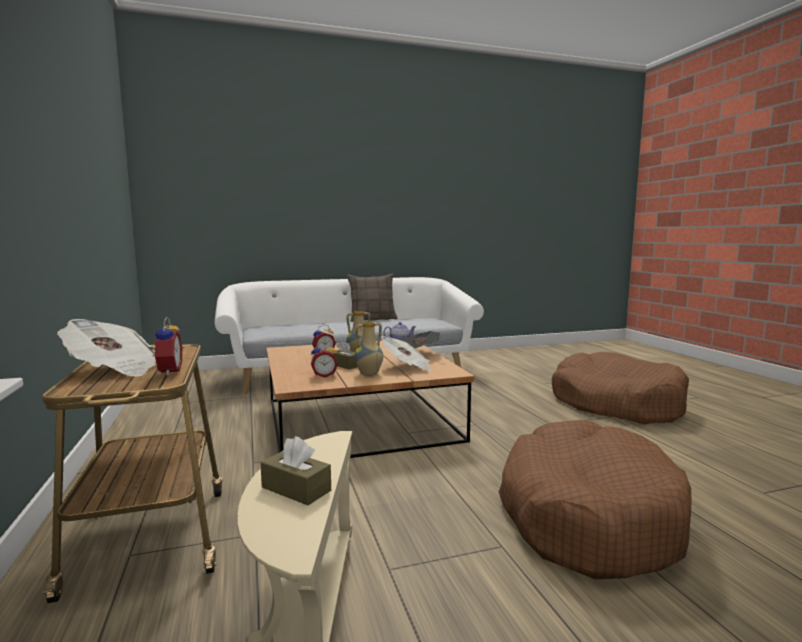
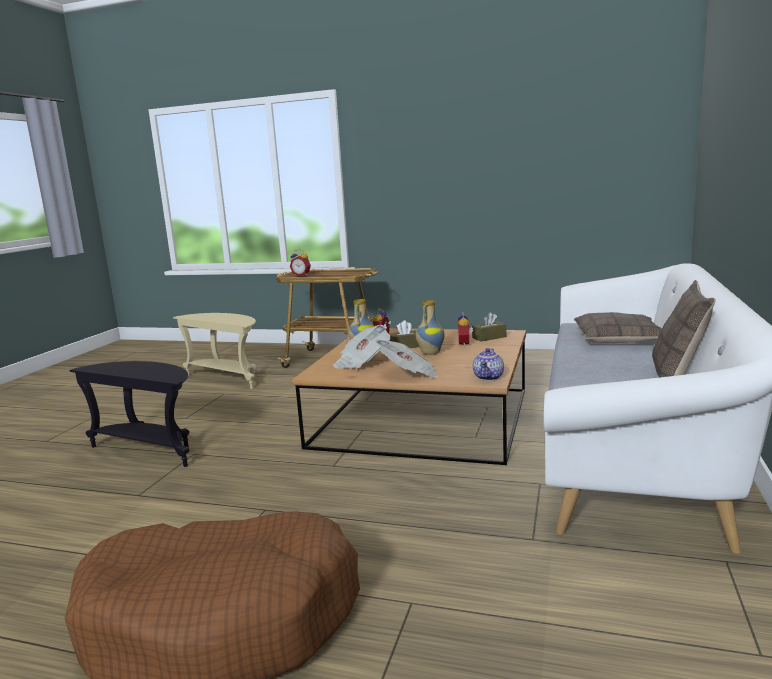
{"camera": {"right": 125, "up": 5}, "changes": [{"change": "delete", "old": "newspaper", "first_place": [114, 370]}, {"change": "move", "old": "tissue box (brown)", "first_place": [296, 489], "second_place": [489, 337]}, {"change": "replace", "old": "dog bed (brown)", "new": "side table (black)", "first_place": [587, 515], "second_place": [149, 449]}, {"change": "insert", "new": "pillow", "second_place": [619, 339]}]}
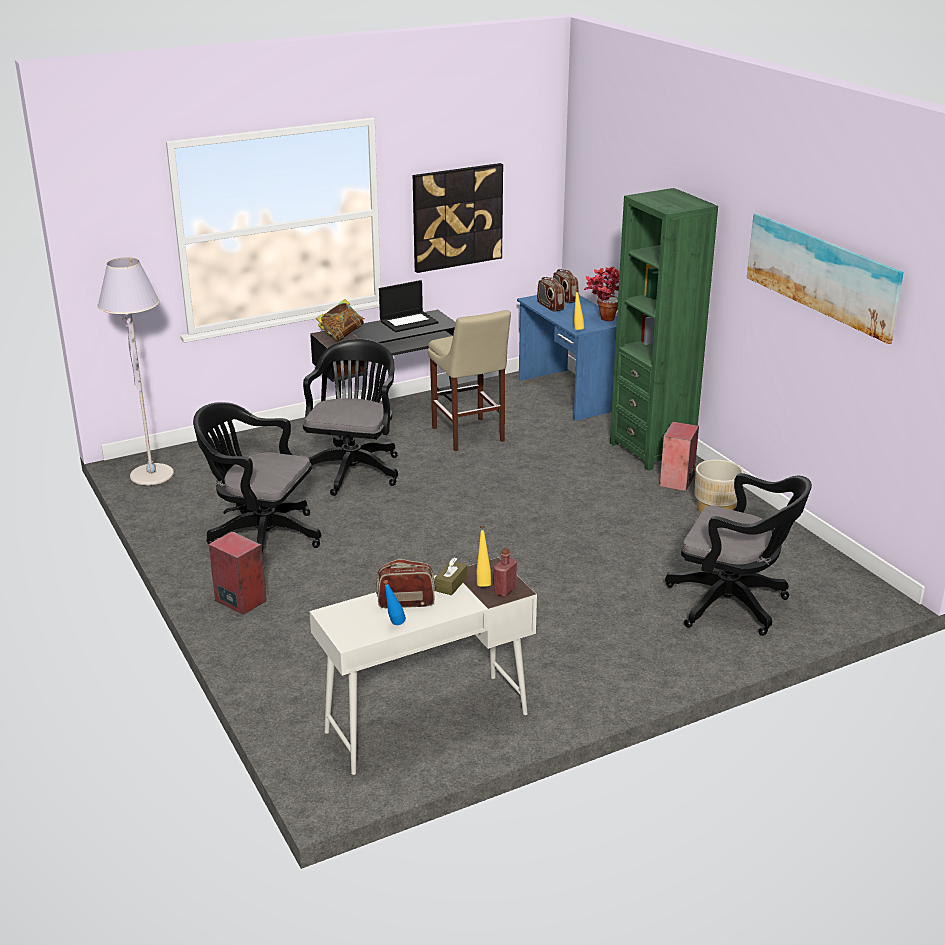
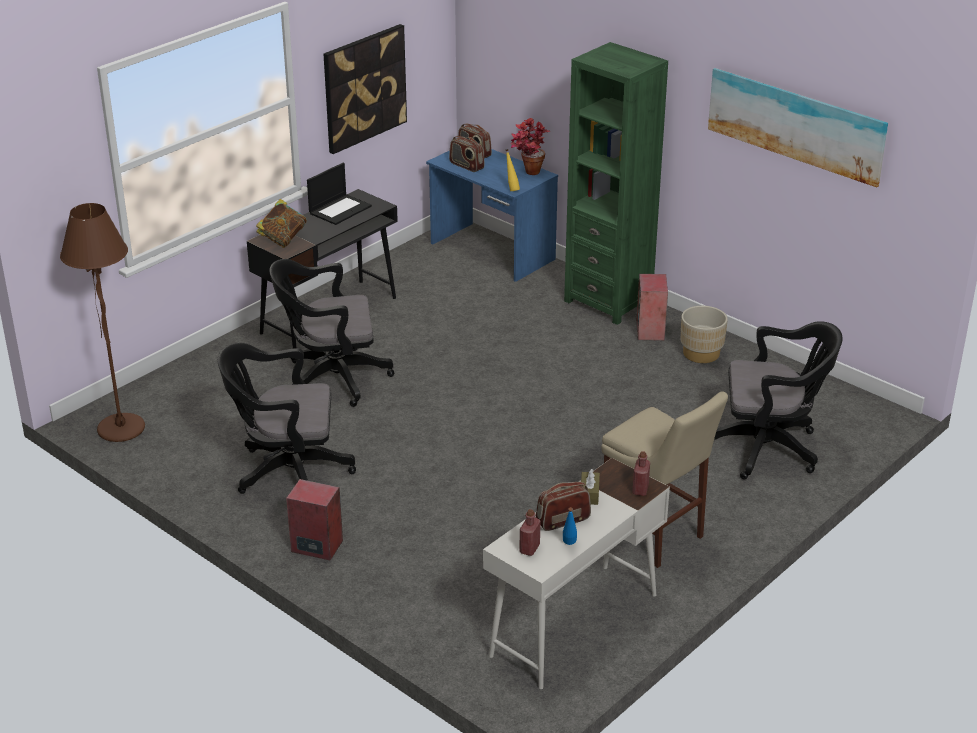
{"camera": {"right": -20, "up": 5}, "changes": [{"change": "recolor", "old": "floor lamp (grey)", "new": "floor lamp (brown)", "first_place": [152, 476], "second_place": [121, 429]}, {"change": "rotate", "old": "office chair (black)", "first_place": [354, 469], "second_place": [331, 378], "degrees": -90}, {"change": "move", "old": "stool (beige)", "first_place": [469, 436], "second_place": [656, 538]}, {"change": "delete", "old": "bottle (yellow)", "first_place": [483, 582]}, {"change": "insert", "new": "bottle (red)", "second_place": [529, 549]}]}
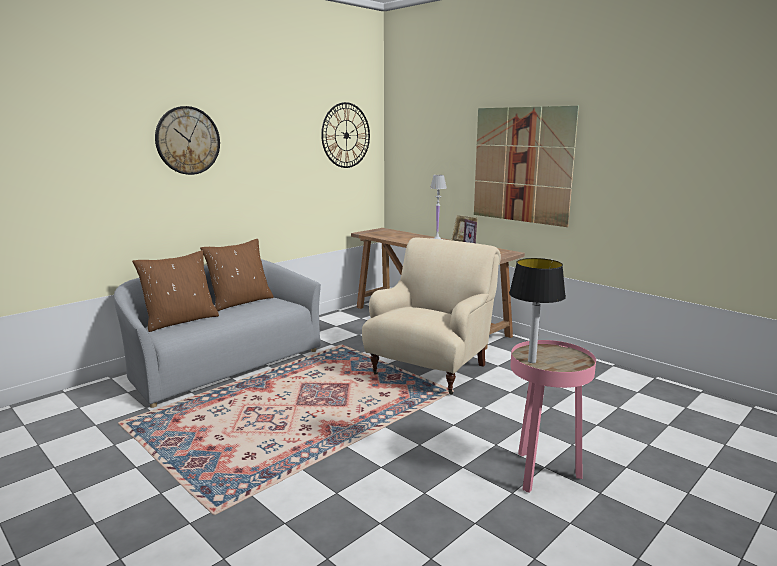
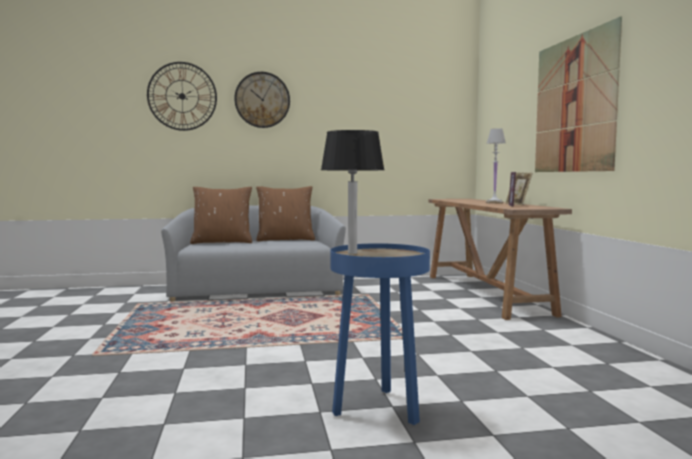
{"camera": {"right": 35, "up": -10}, "changes": [{"change": "move", "old": "wall clock", "first_place": [346, 135], "second_place": [182, 96]}, {"change": "delete", "old": "armchair (beige)", "first_place": [431, 369]}, {"change": "recolor", "old": "side table (pink)", "new": "side table (blue)", "first_place": [542, 474], "second_place": [378, 410]}]}
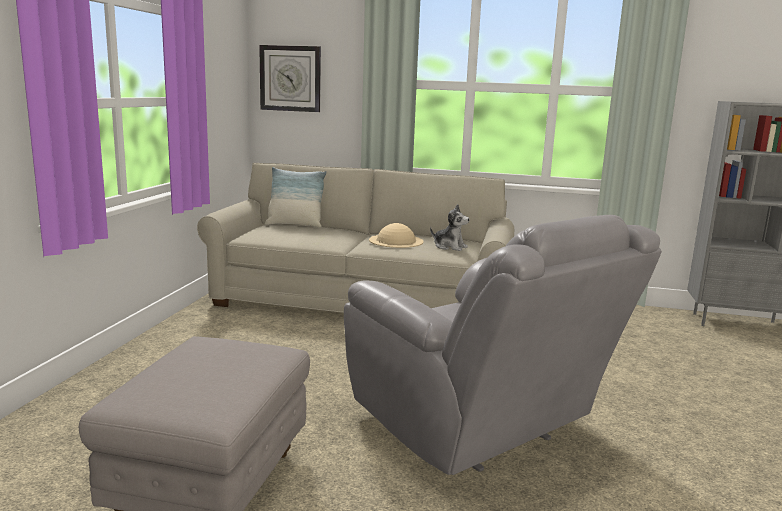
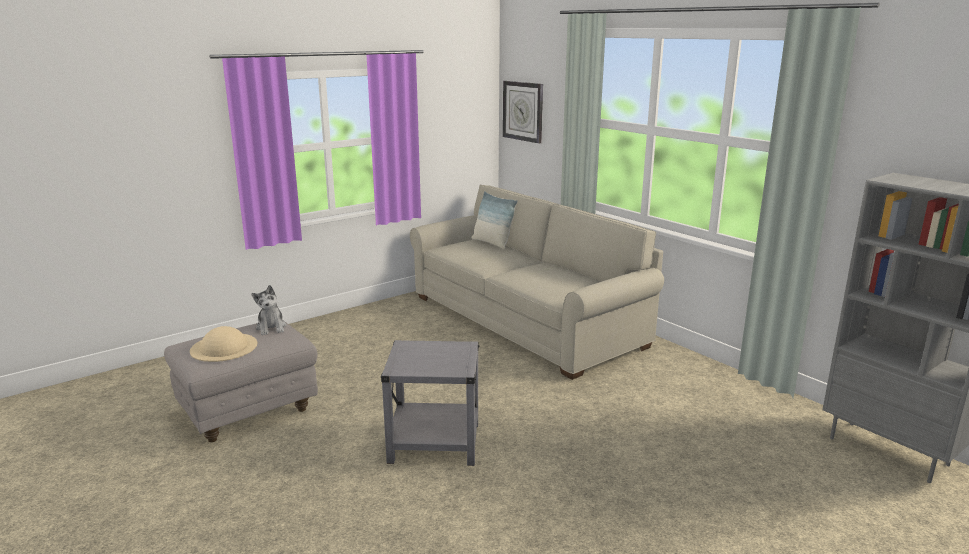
{"camera": {"right": 40, "up": 5}, "changes": [{"change": "replace", "old": "armchair (grey)", "new": "side table (grey)", "first_place": [481, 431], "second_place": [433, 443]}, {"change": "move", "old": "hat (beige)", "first_place": [396, 241], "second_place": [224, 347]}, {"change": "move", "old": "plush toy", "first_place": [449, 247], "second_place": [271, 327]}]}
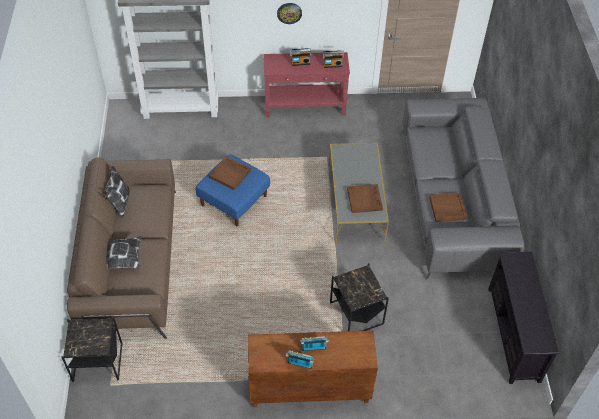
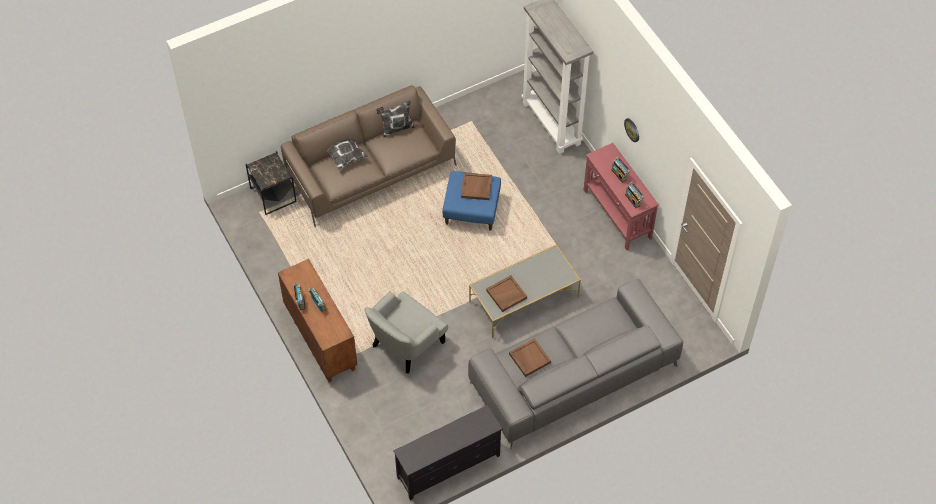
{"camera": {"right": 65, "up": 5}, "changes": [{"change": "replace", "old": "side table (black)", "new": "armchair (grey)", "first_place": [356, 314], "second_place": [406, 344]}]}
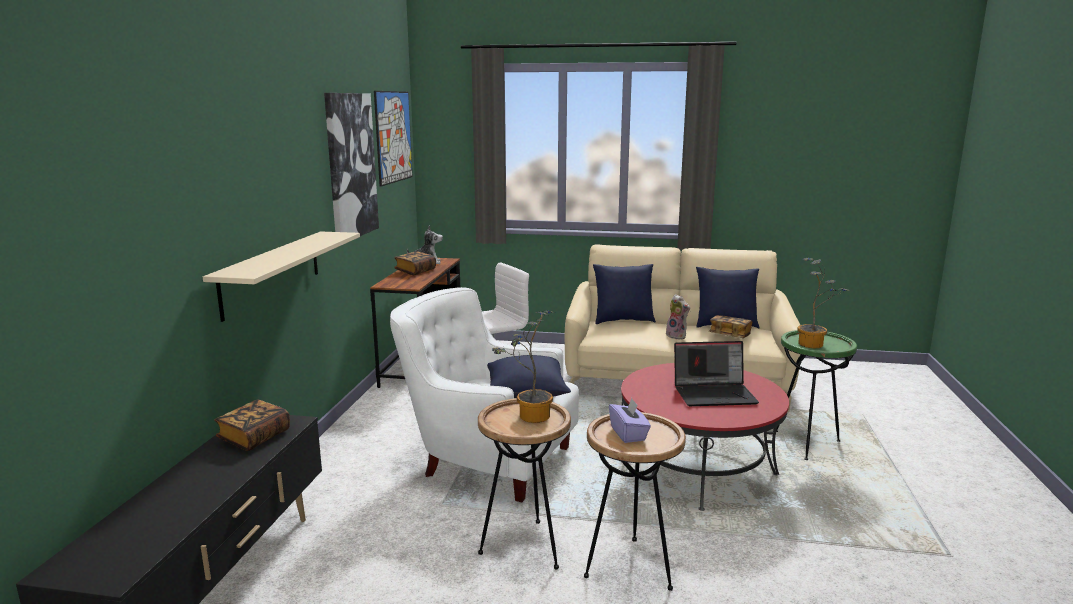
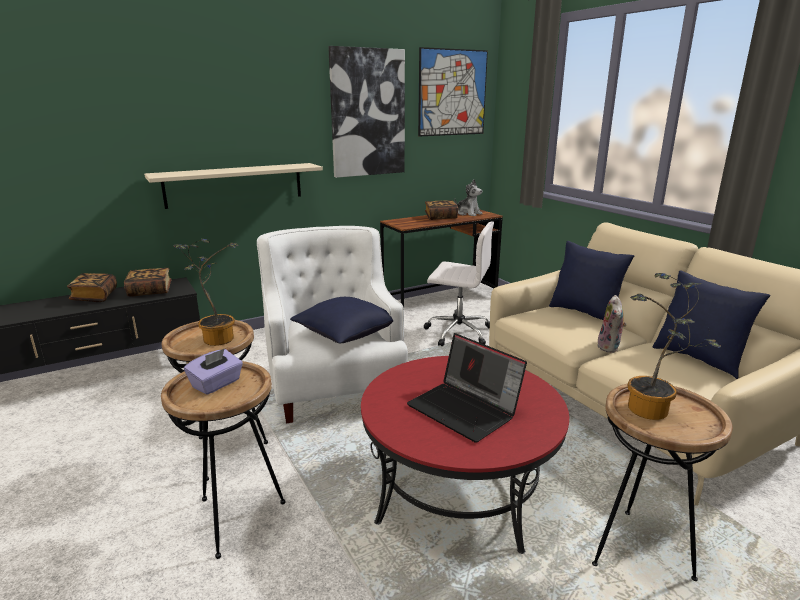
{"camera": {"right": 50, "up": 5}, "changes": [{"change": "move", "old": "book", "first_place": [729, 335], "second_place": [95, 297]}, {"change": "recolor", "old": "side table (green)", "new": "side table (brown)", "first_place": [806, 444], "second_place": [637, 551]}]}
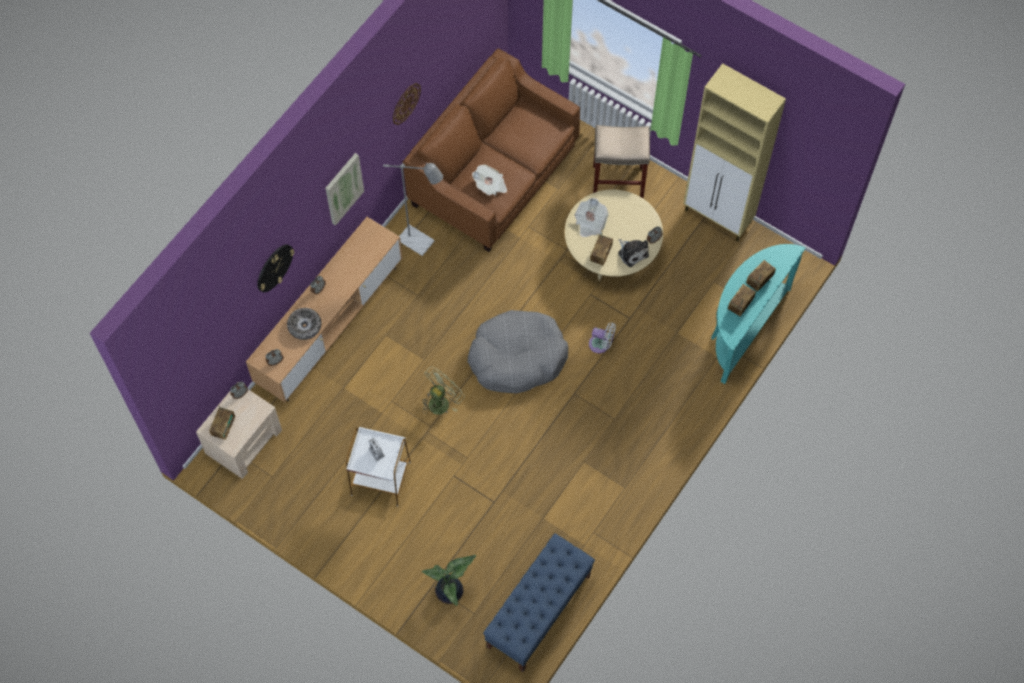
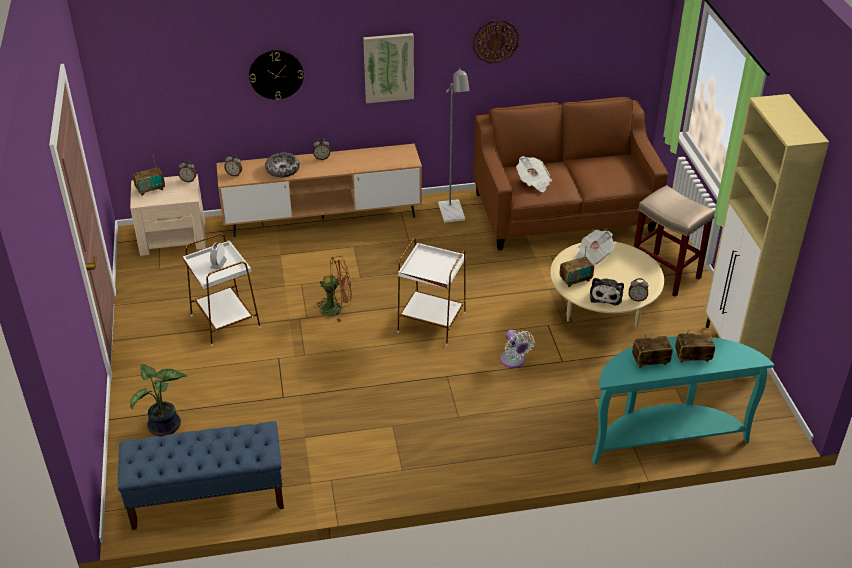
{"camera": {"right": 45, "up": -25}, "changes": [{"change": "recolor", "old": "fan (green)", "new": "fan (brown)", "first_place": [441, 401], "second_place": [336, 308]}, {"change": "replace", "old": "dog bed (grey)", "new": "side table (white)", "first_place": [517, 357], "second_place": [432, 323]}]}
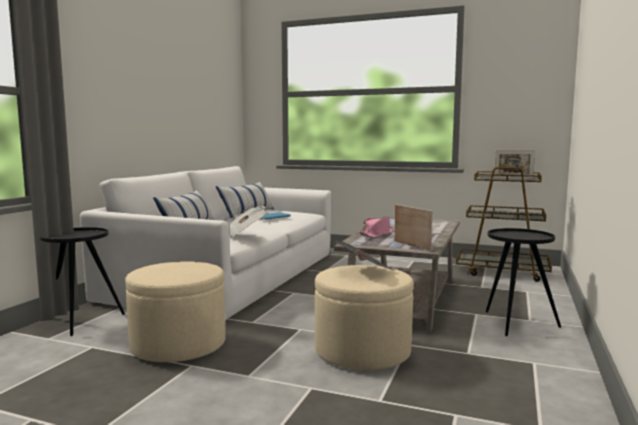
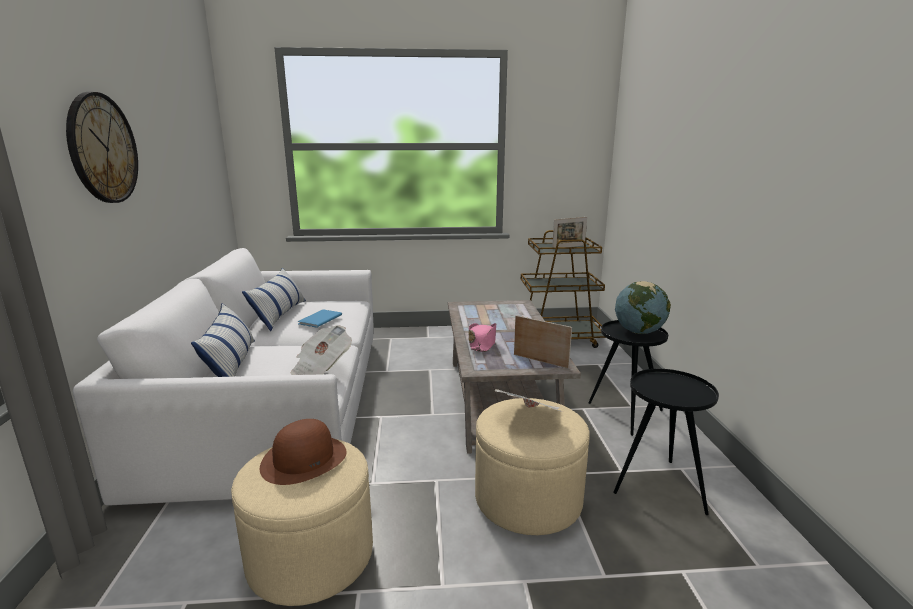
{"camera": {"right": -25, "up": 10}, "changes": [{"change": "move", "old": "side table (black)", "first_place": [81, 321], "second_place": [658, 487]}, {"change": "insert", "new": "wall clock", "second_place": [102, 149]}, {"change": "insert", "new": "hat (brown)", "second_place": [304, 459]}, {"change": "insert", "new": "globe", "second_place": [639, 331]}]}
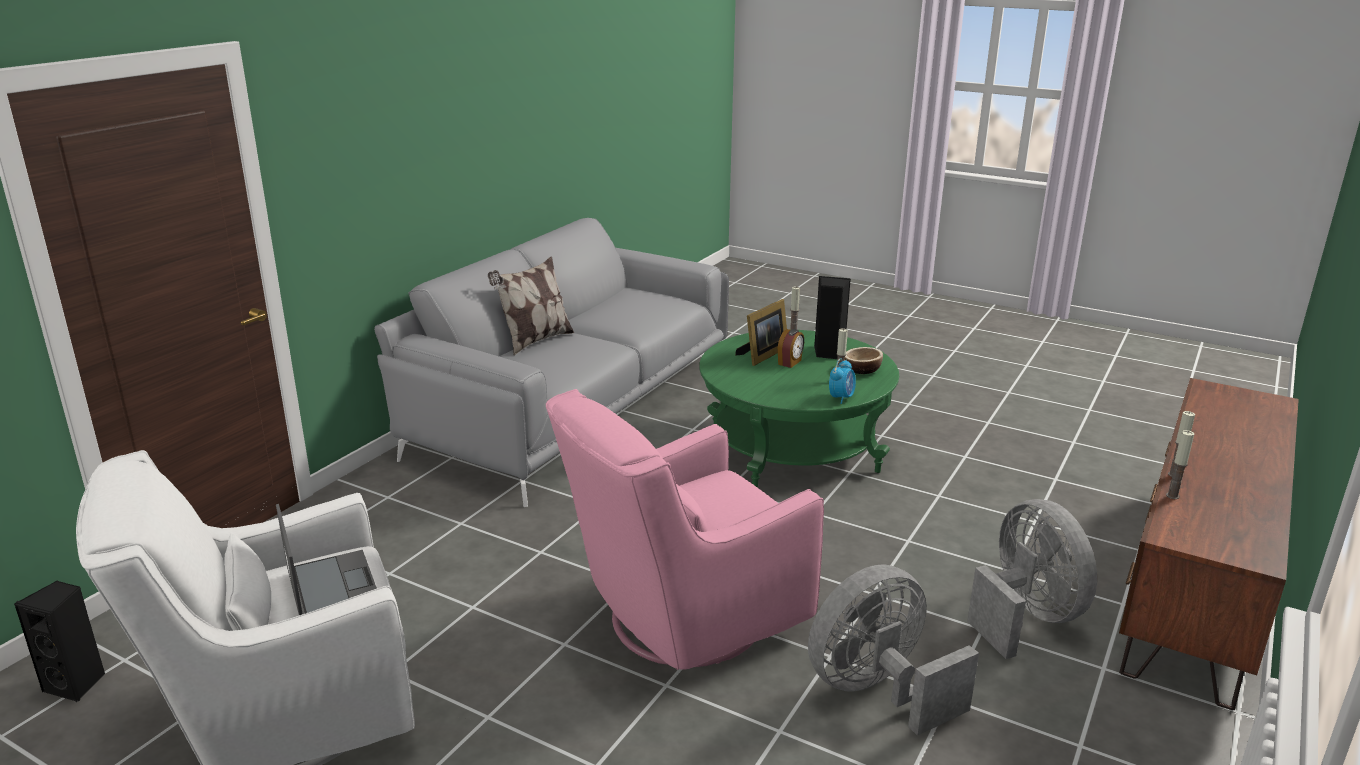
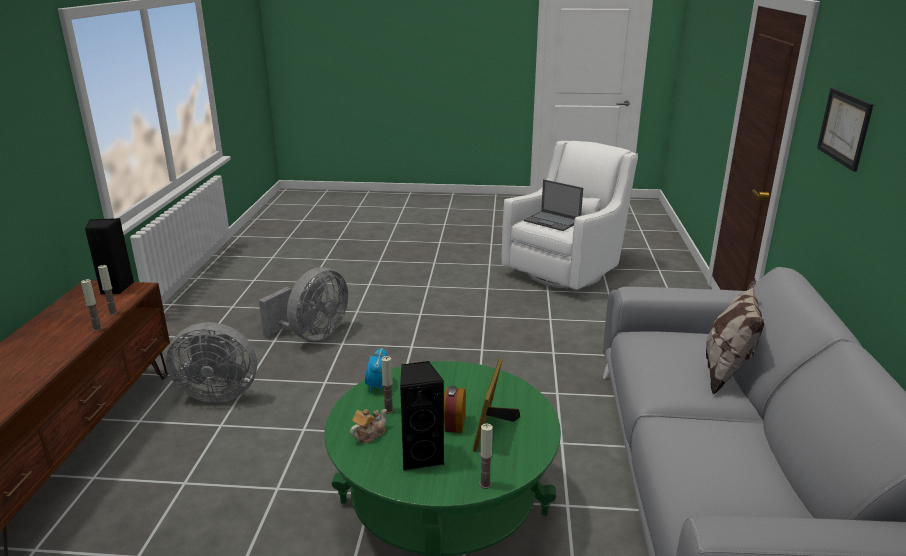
{"camera": {"right": 155, "up": 0}, "changes": [{"change": "move", "old": "speaker (black)", "first_place": [77, 684], "second_place": [114, 288]}, {"change": "delete", "old": "armchair (pink)", "first_place": [680, 620]}, {"change": "replace", "old": "bowl", "new": "teapot", "first_place": [862, 370], "second_place": [369, 434]}, {"change": "rotate", "old": "fan (grey)", "first_place": [1025, 617], "second_place": [218, 393], "degrees": -45}, {"change": "insert", "new": "picture", "second_place": [844, 128]}]}
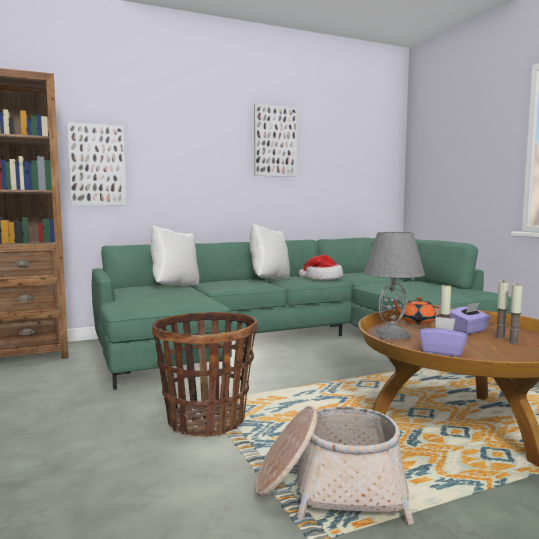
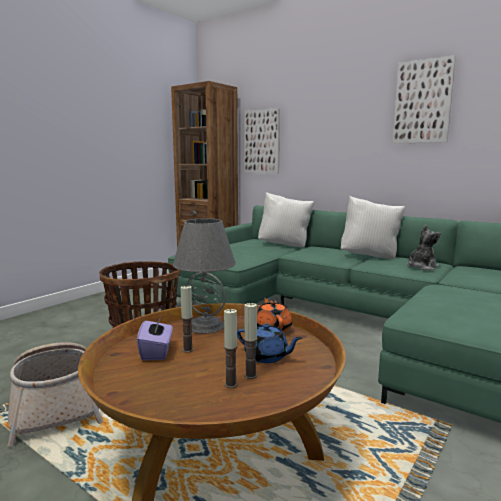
{"camera": {"right": 60, "up": 5}, "changes": [{"change": "replace", "old": "hat", "new": "plush toy", "first_place": [322, 278], "second_place": [421, 267]}, {"change": "replace", "old": "tissue box (purple)", "new": "teapot (blue)", "first_place": [469, 331], "second_place": [267, 357]}]}
